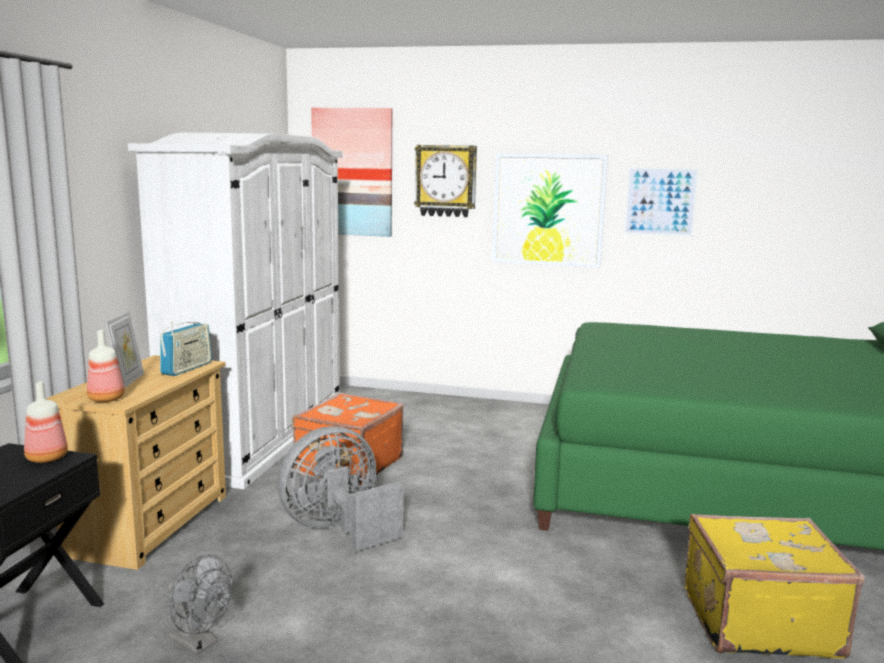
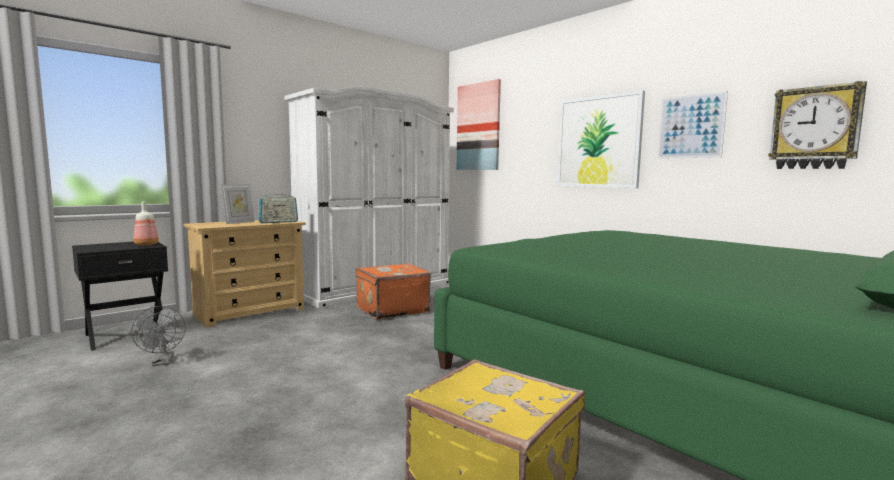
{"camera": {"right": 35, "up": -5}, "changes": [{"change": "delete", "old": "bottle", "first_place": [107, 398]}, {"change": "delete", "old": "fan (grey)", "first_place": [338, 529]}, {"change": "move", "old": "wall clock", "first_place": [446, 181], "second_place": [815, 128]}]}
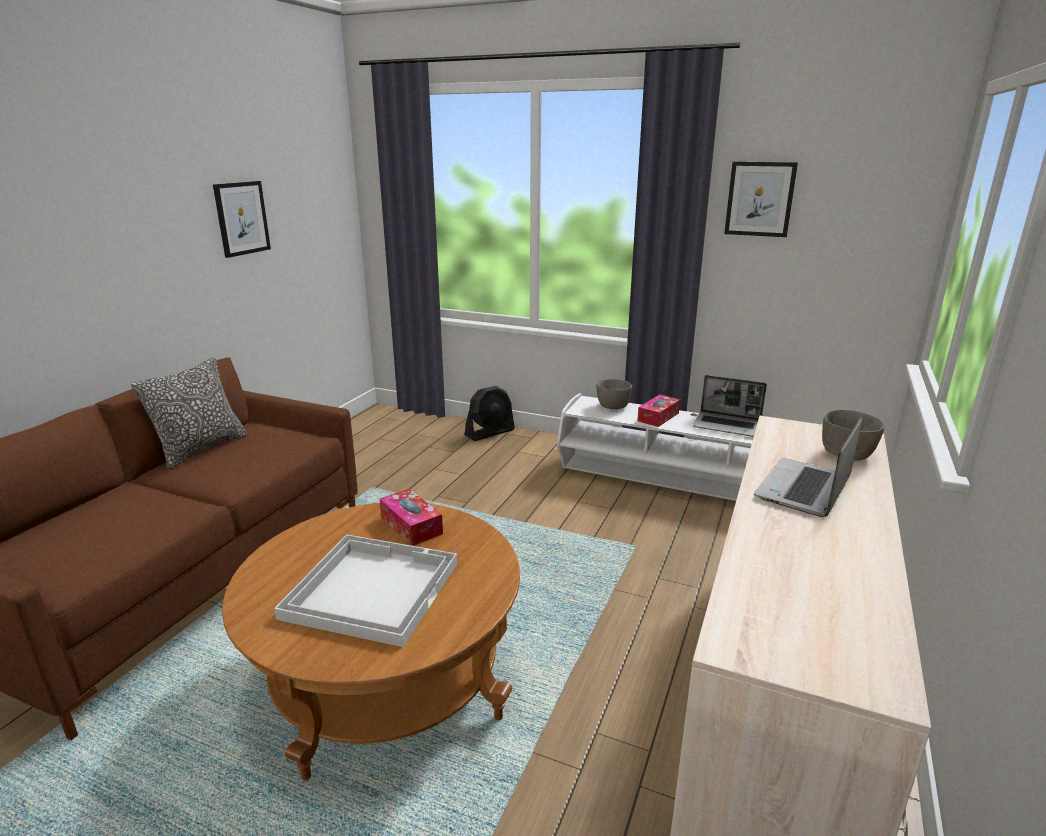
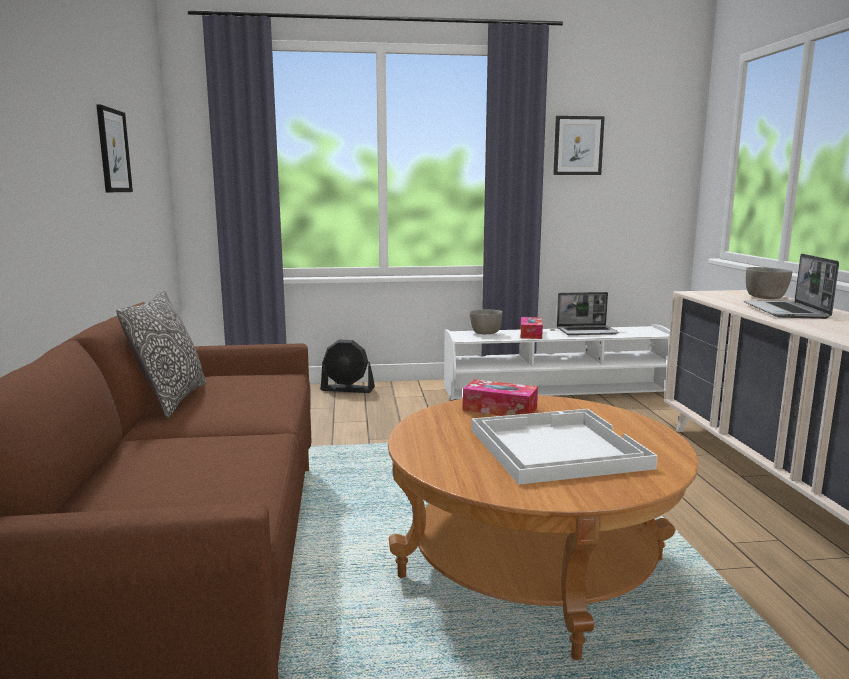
{"camera": {"right": -30, "up": -10}, "changes": [{"change": "rotate", "old": "fan (black)", "first_place": [490, 432], "second_place": [348, 389], "degrees": 75}]}
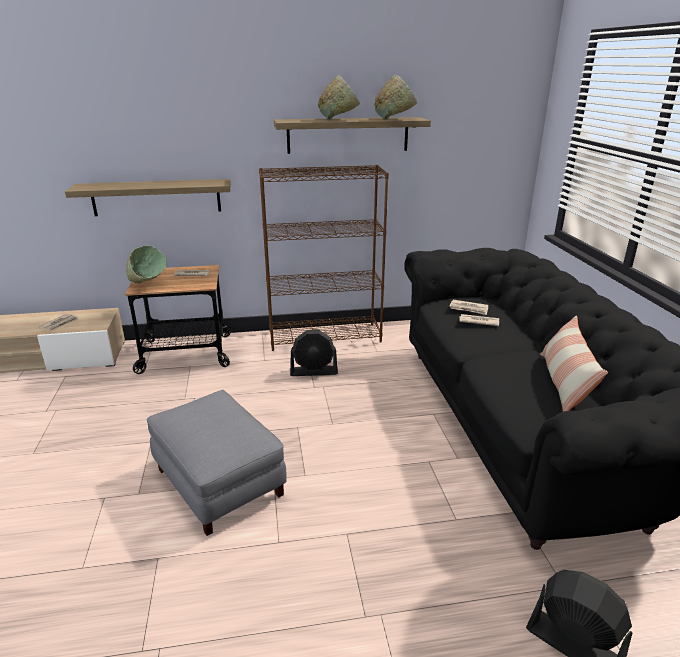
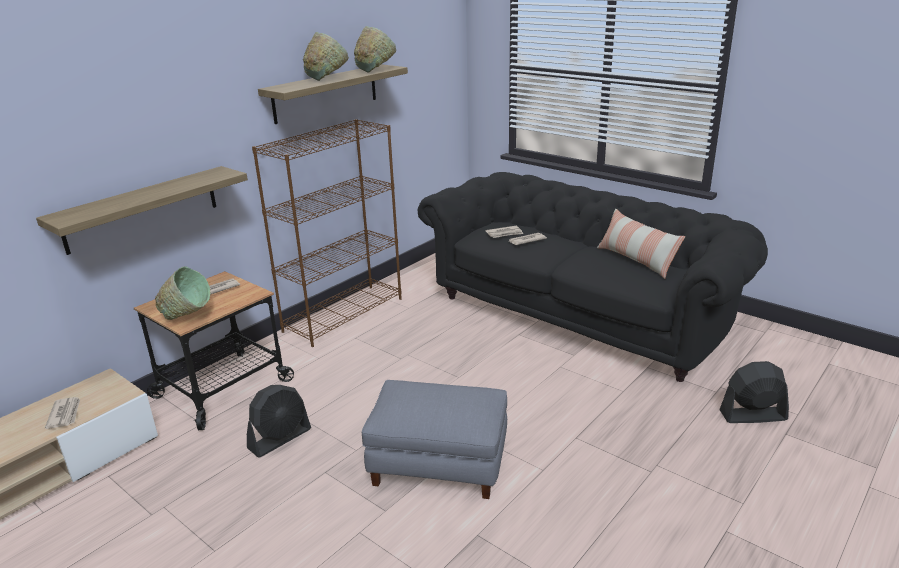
{"camera": {"right": -40, "up": 0}, "changes": [{"change": "move", "old": "fan (black)", "first_place": [314, 371], "second_place": [280, 438]}]}
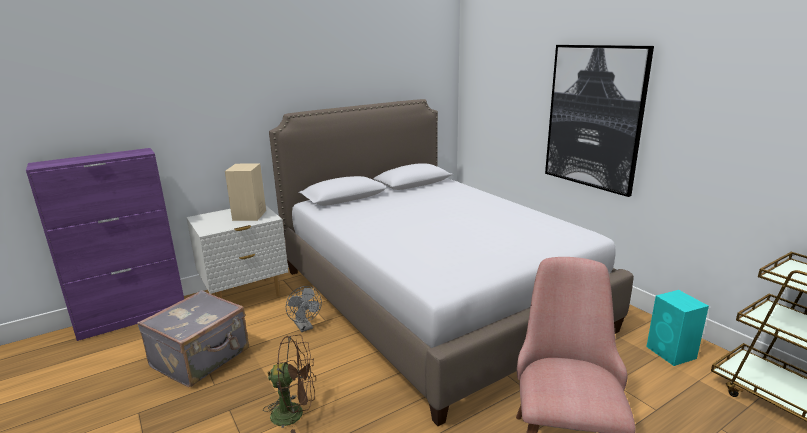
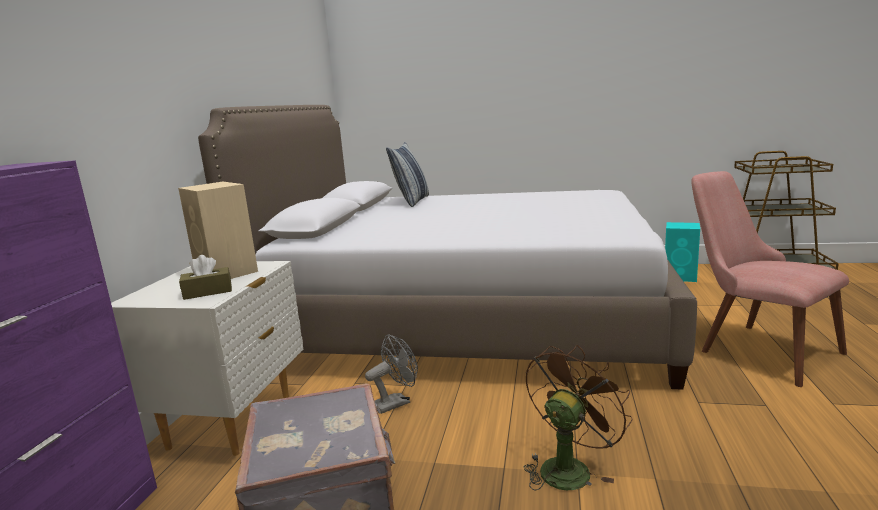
{"camera": {"right": -45, "up": -5}, "changes": [{"change": "rotate", "old": "fan (grey)", "first_place": [305, 327], "second_place": [396, 402], "degrees": -45}, {"change": "delete", "old": "picture", "first_place": [594, 117]}, {"change": "insert", "new": "tissue box (brown)", "second_place": [208, 292]}, {"change": "insert", "new": "pillow", "second_place": [412, 201]}]}
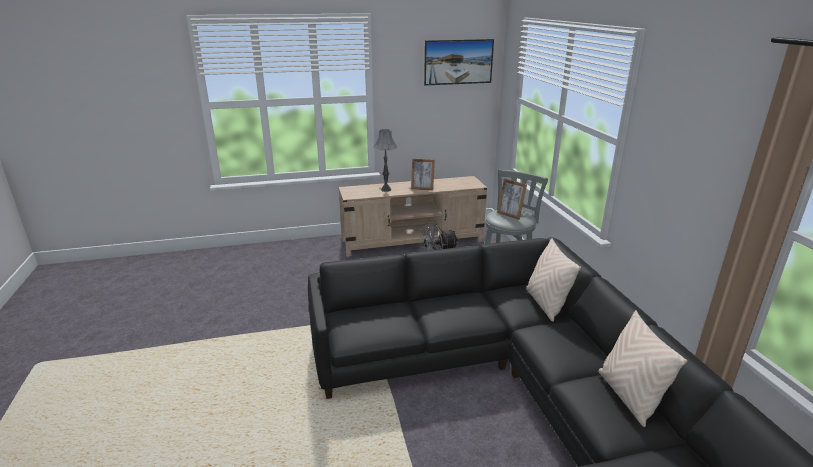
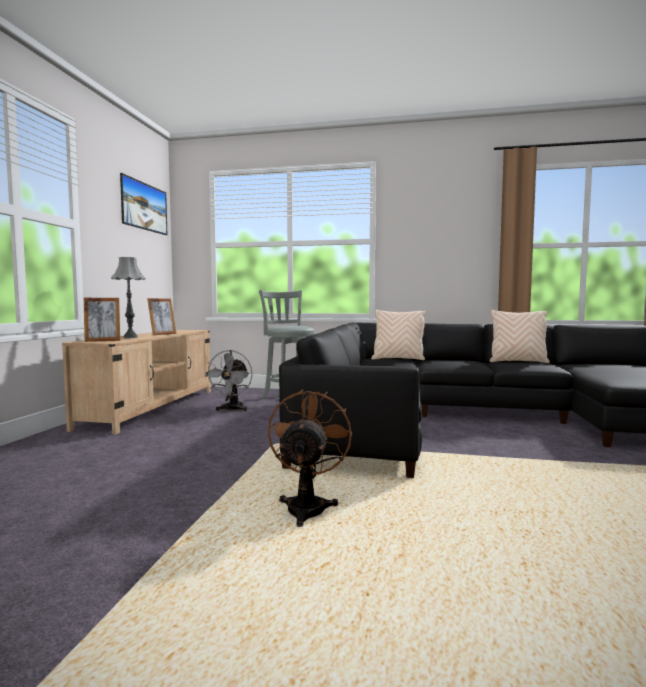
{"camera": {"right": -65, "up": -20}, "changes": [{"change": "move", "old": "picture frame", "first_place": [510, 215], "second_place": [103, 340]}, {"change": "insert", "new": "fan (brown)", "second_place": [308, 506]}]}
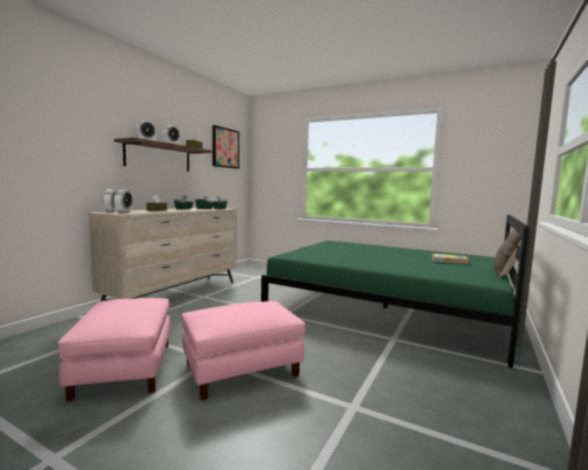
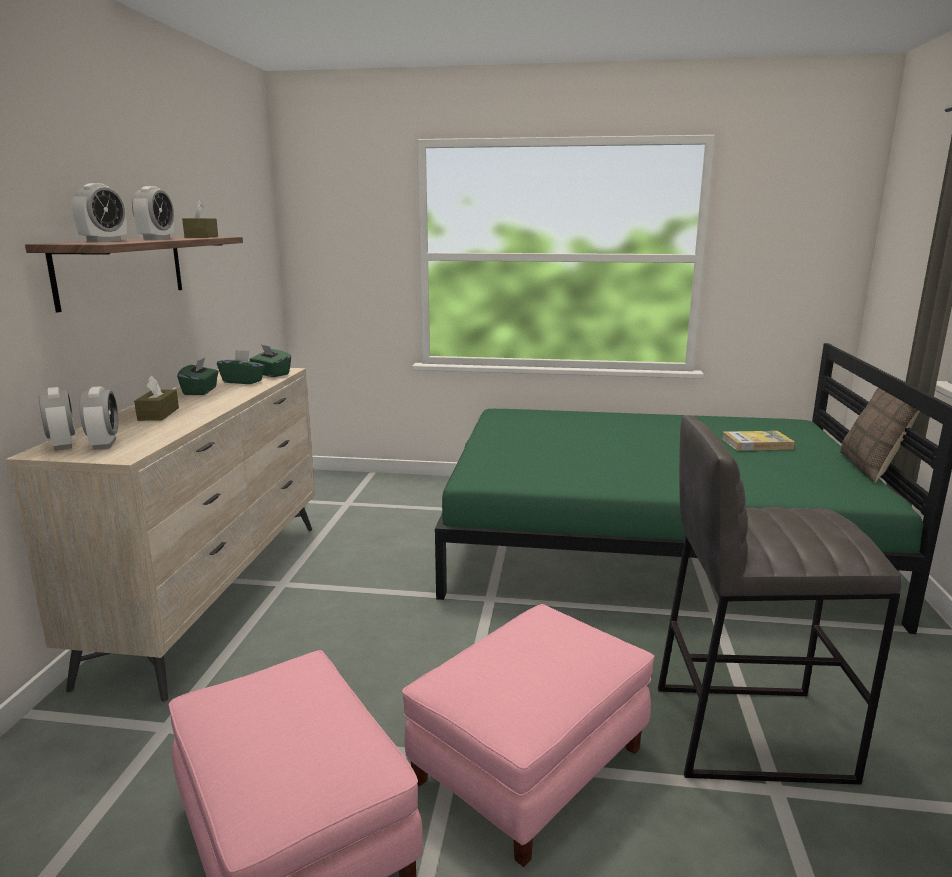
{"camera": {"right": -20, "up": 10}, "changes": [{"change": "delete", "old": "picture", "first_place": [225, 148]}, {"change": "insert", "new": "stool (grey)", "second_place": [747, 730]}]}
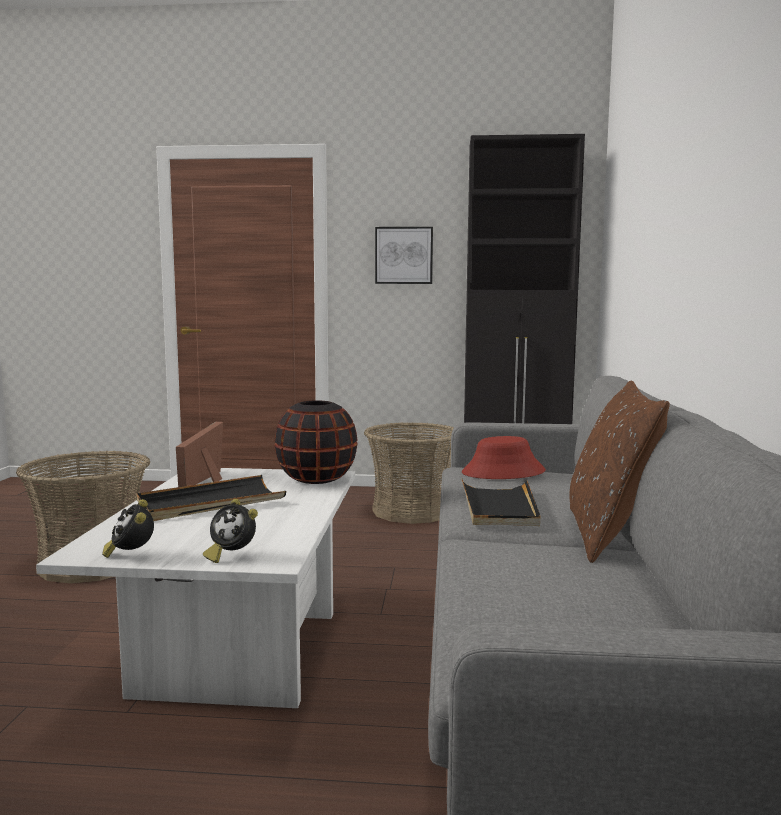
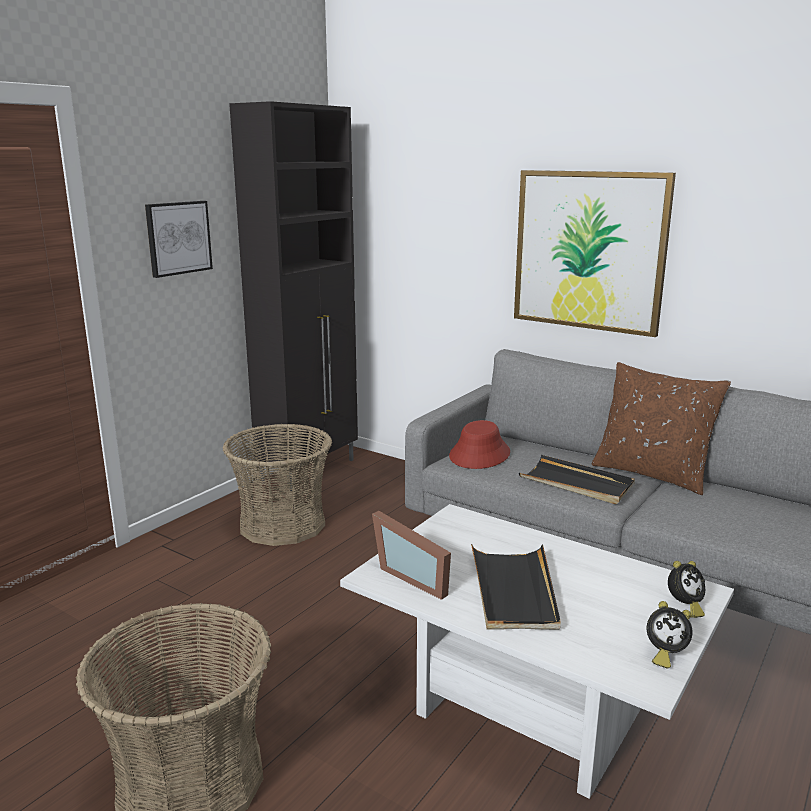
{"camera": {"right": -60, "up": 10}, "changes": [{"change": "delete", "old": "vase (black)", "first_place": [316, 479]}, {"change": "insert", "new": "picture", "second_place": [589, 251]}]}
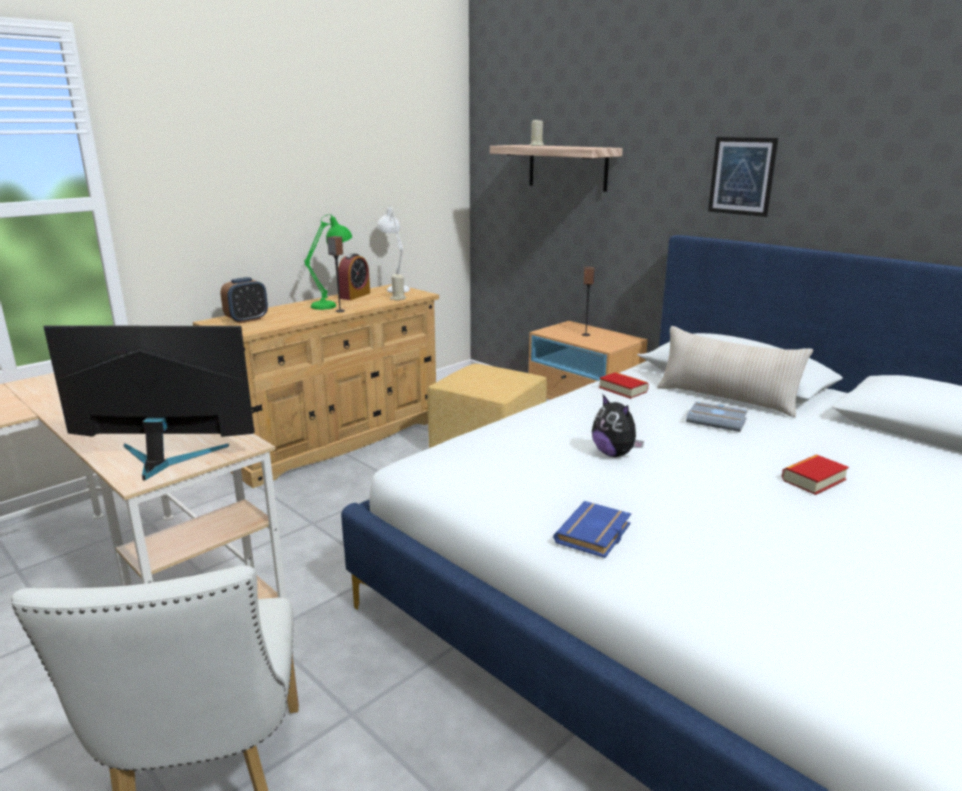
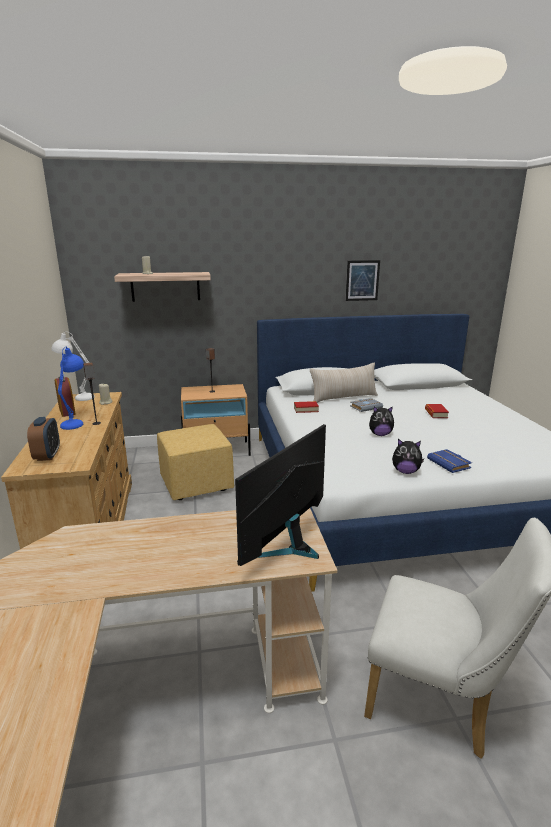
{"camera": {"right": -55, "up": 0}, "changes": [{"change": "recolor", "old": "table lamp (green)", "new": "table lamp (blue)", "first_place": [334, 305], "second_place": [77, 422]}, {"change": "move", "old": "picture", "first_place": [742, 176], "second_place": [362, 280]}, {"change": "insert", "new": "plush toy", "second_place": [405, 471]}]}
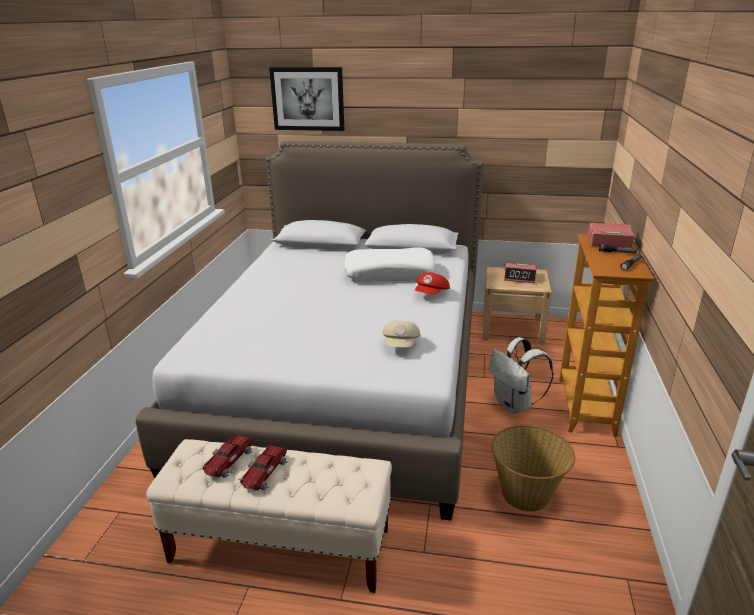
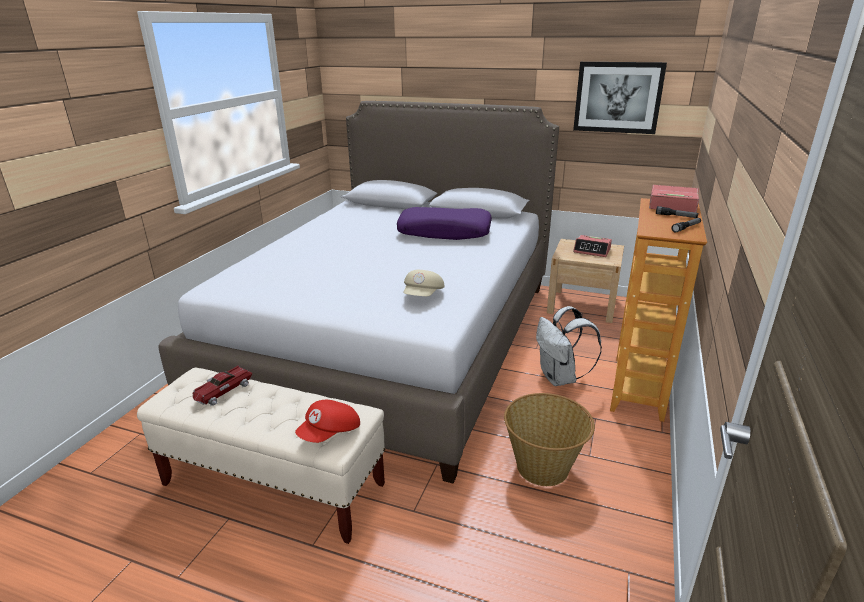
{"camera": {"right": 10, "up": 0}, "changes": [{"change": "delete", "old": "toy car", "first_place": [264, 473]}, {"change": "move", "old": "picture", "first_place": [308, 99], "second_place": [618, 97]}, {"change": "recolor", "old": "pillow (white)", "new": "pillow (purple)", "first_place": [389, 273], "second_place": [444, 232]}, {"change": "move", "old": "cap (red)", "first_place": [431, 294], "second_place": [330, 433]}]}
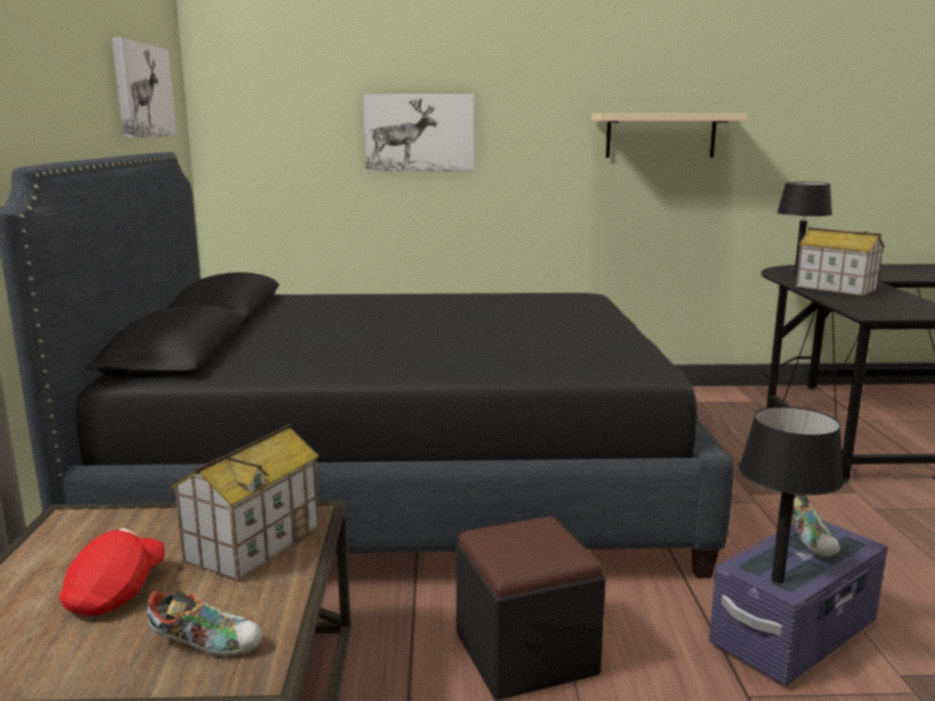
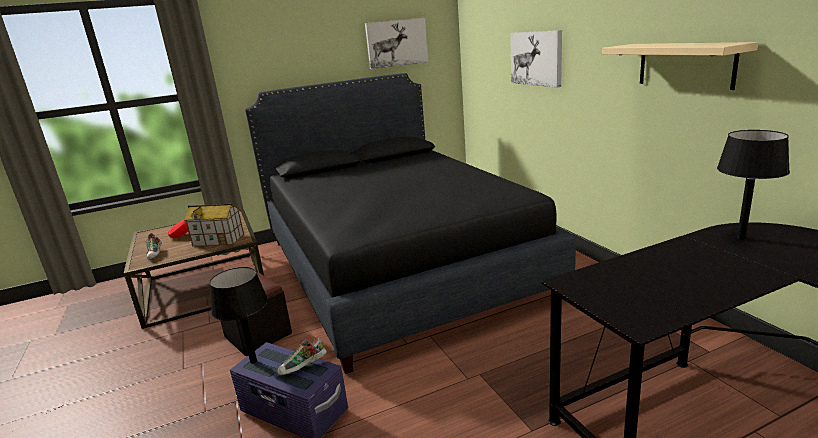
{"camera": {"right": 70, "up": 5}, "changes": [{"change": "delete", "old": "toy house", "first_place": [835, 288]}]}
